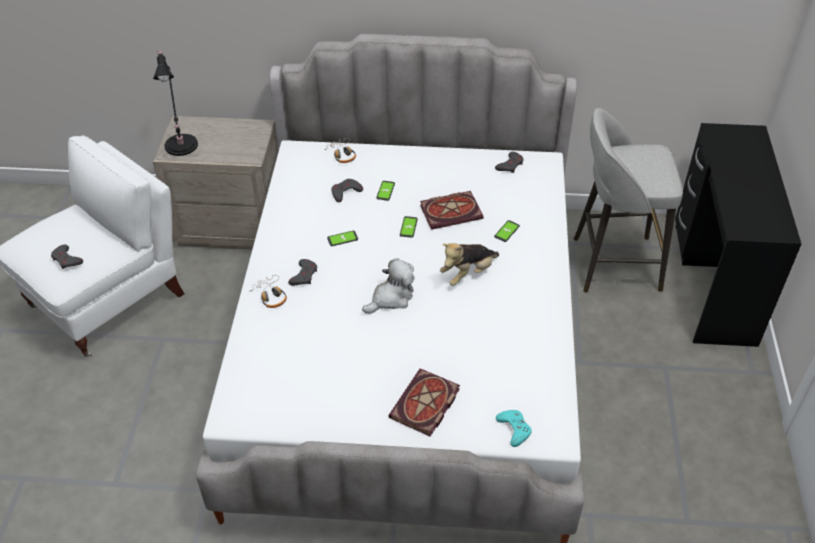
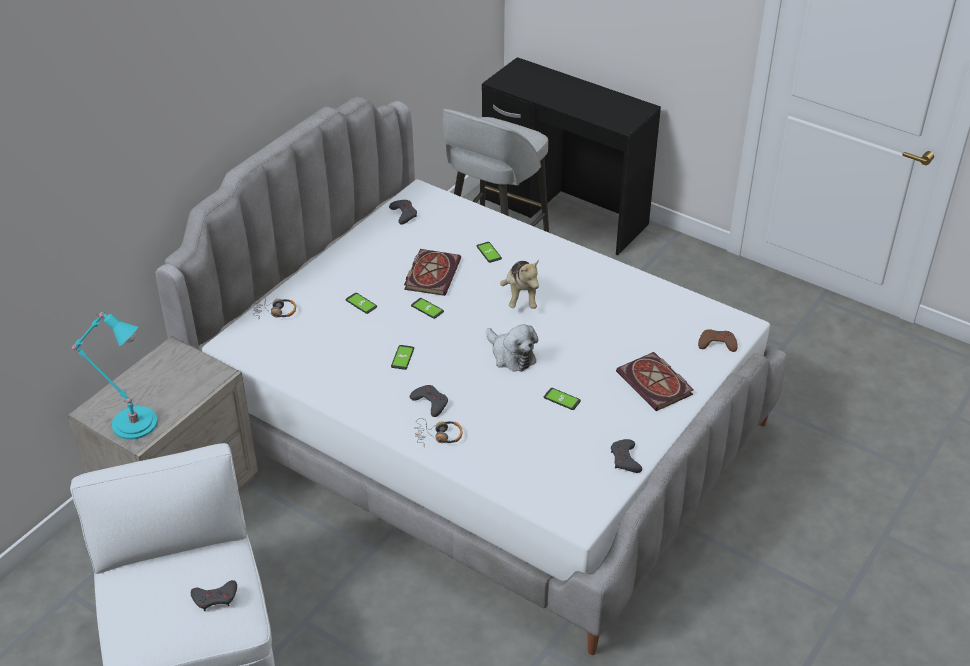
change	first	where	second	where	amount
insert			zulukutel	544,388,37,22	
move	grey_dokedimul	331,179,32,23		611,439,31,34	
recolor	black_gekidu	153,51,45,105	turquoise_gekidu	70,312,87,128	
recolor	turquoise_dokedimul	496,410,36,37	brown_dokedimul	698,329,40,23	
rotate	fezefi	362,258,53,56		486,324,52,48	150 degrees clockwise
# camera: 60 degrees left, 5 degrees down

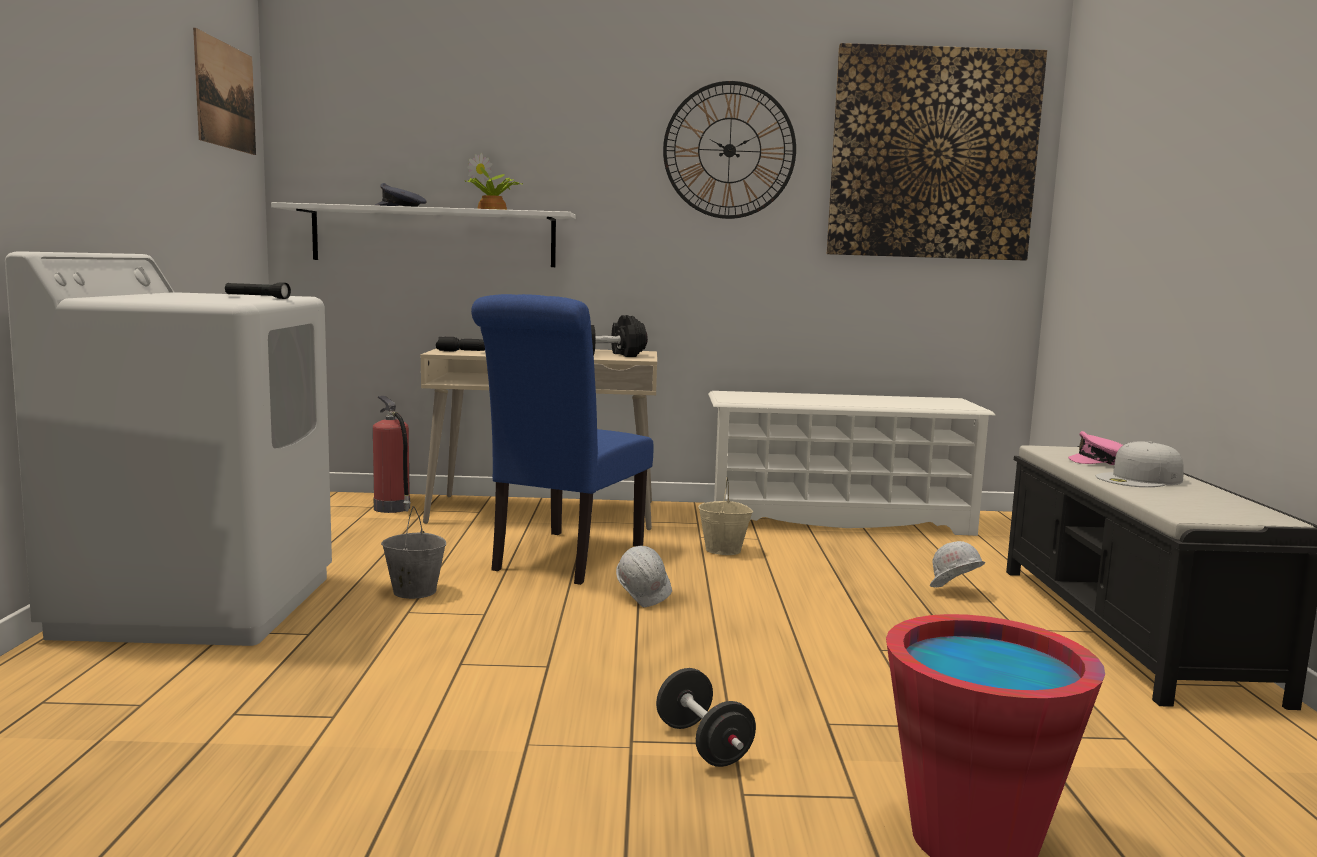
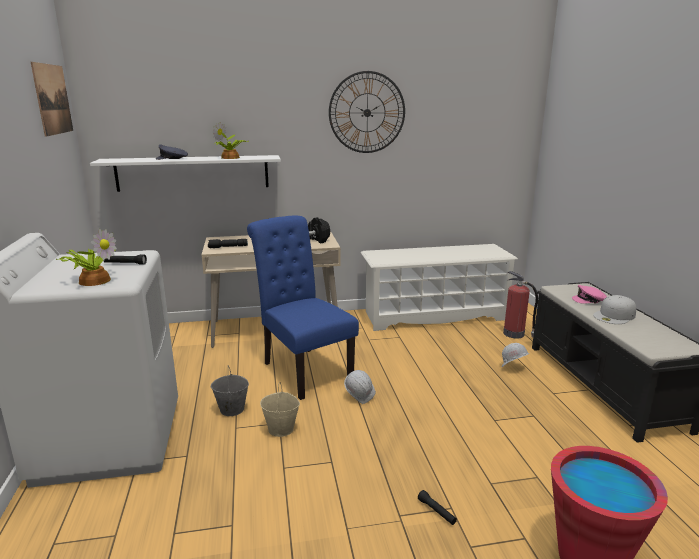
change	first	where	second	where	amount
delete	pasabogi	827,43,220,218			
insert			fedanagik	55,229,62,57	
move	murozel	373,396,38,117		503,271,35,68	
move	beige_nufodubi	698,477,55,78		260,382,40,55	
replace	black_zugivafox	656,668,100,99	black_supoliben	418,490,39,35	
rotate	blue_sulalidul	471,294,182,291		247,216,112,184	135 degrees clockwise
# camera: 10 degrees left, 10 degrees up

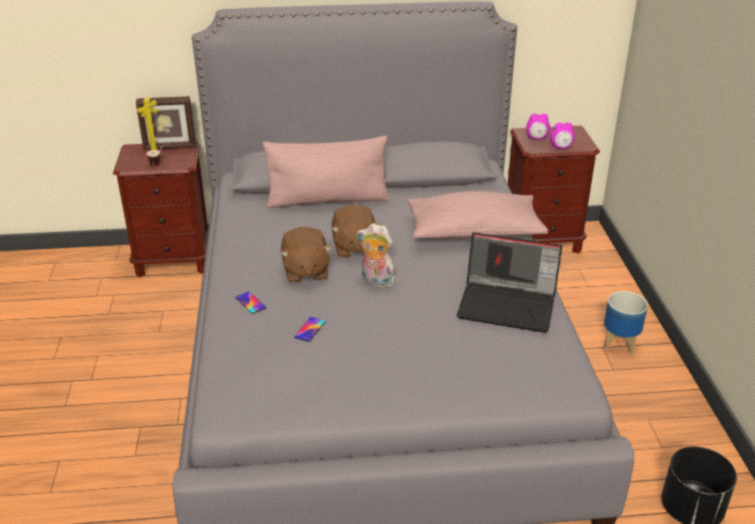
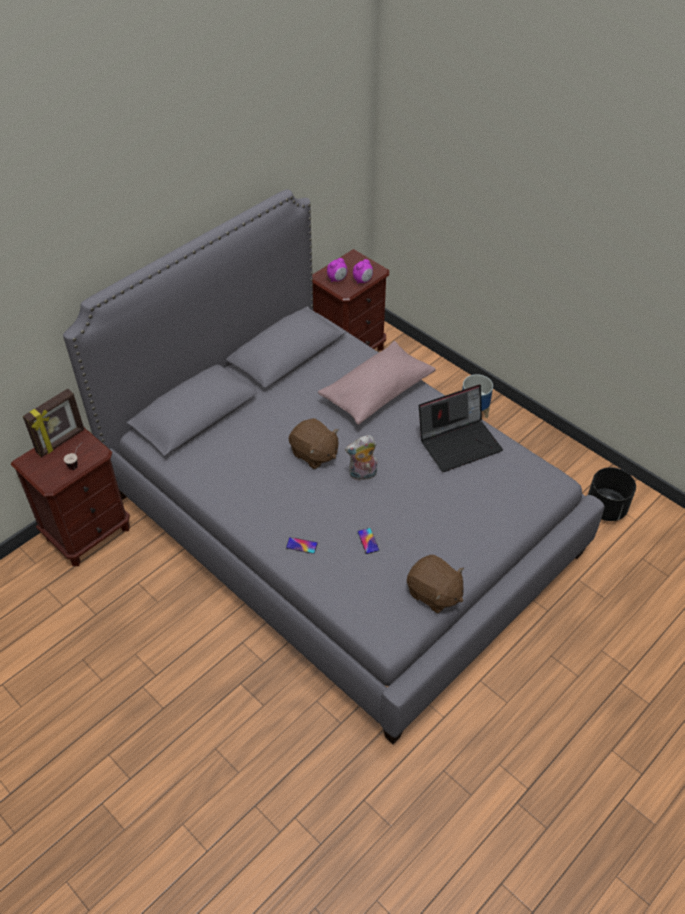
change	first	where	second	where	amount
delete	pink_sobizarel	263,136,127,72			
move	brown_fezefi	280,227,52,56		407,555,57,58	
# camera: 40 degrees left, 15 degrees up

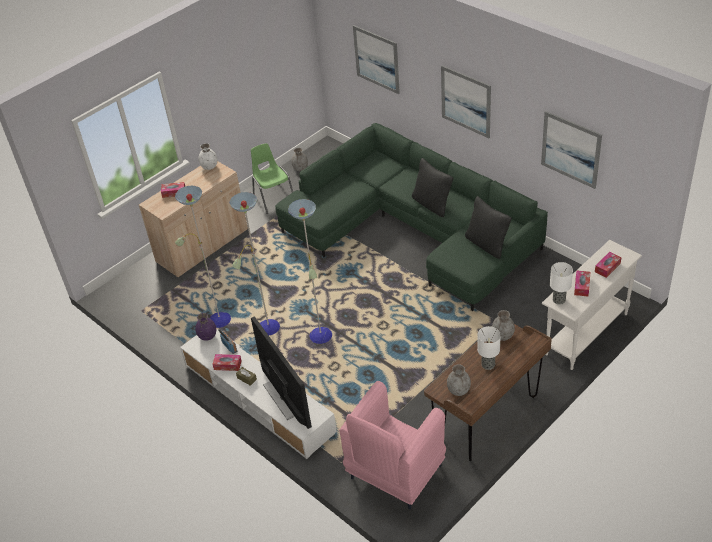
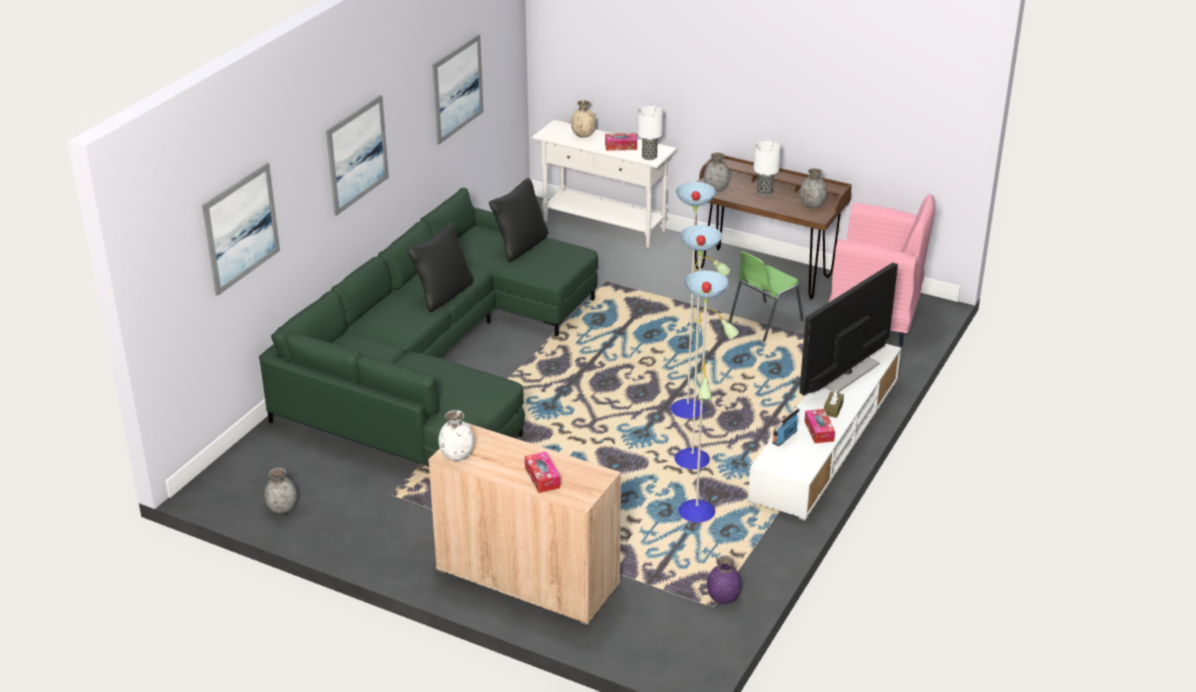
change	first	where	second	where	amount
move	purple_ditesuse	195,313,21,28		707,556,34,48	
move	green_sulalidul	251,143,42,71		729,251,75,91	
replace	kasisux	595,252,26,26	beige_ditesuse	571,100,25,38	
# camera: 110 degrees left, 10 degrees down

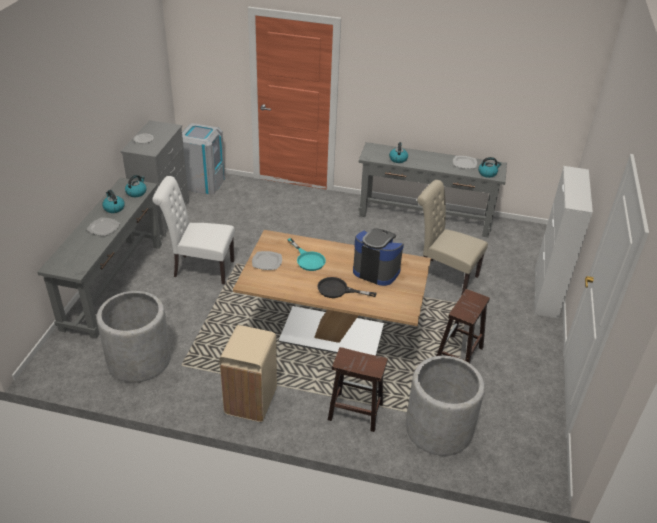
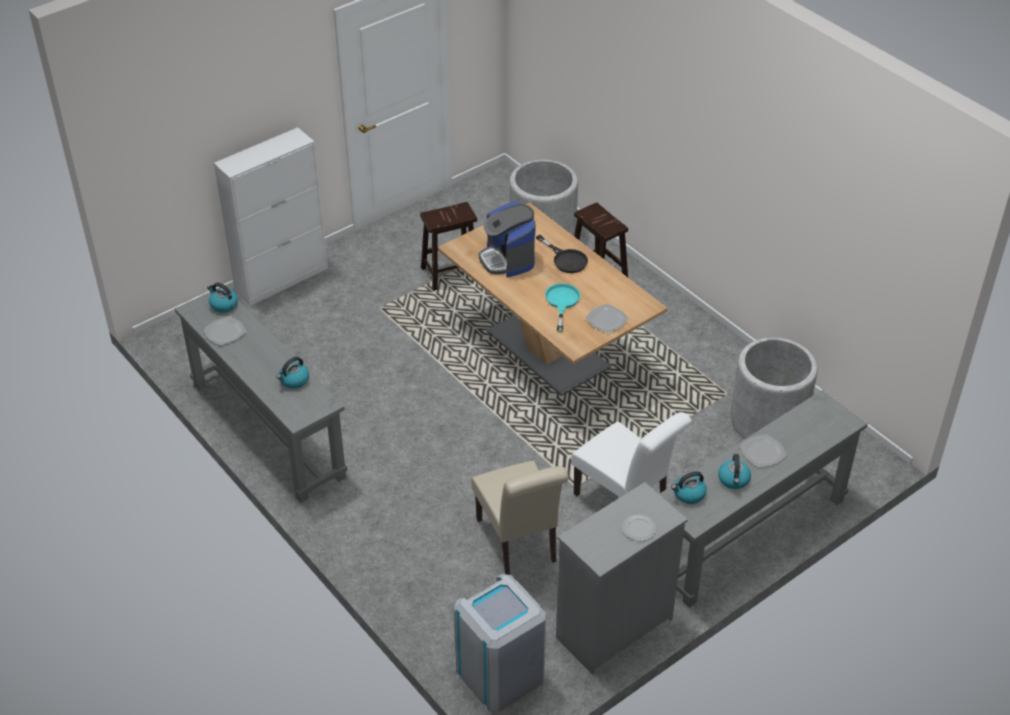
change	first	where	second	where	amount
delete	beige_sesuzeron	219,325,58,97			
move	beige_sulalidul	417,180,71,116		471,461,98,114	
# camera: 140 degrees left, 5 degrees up

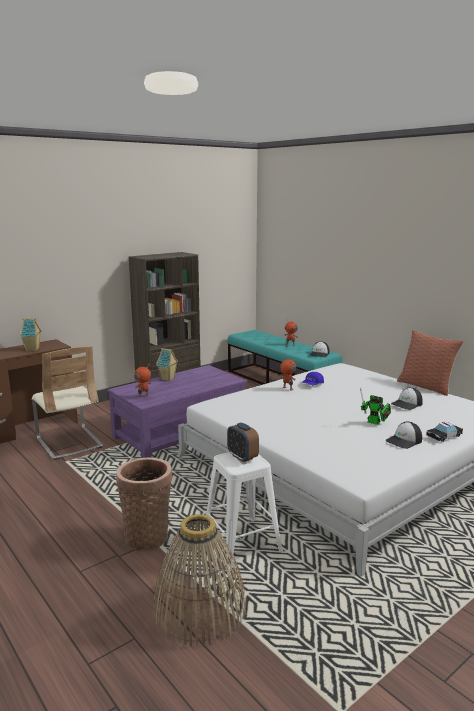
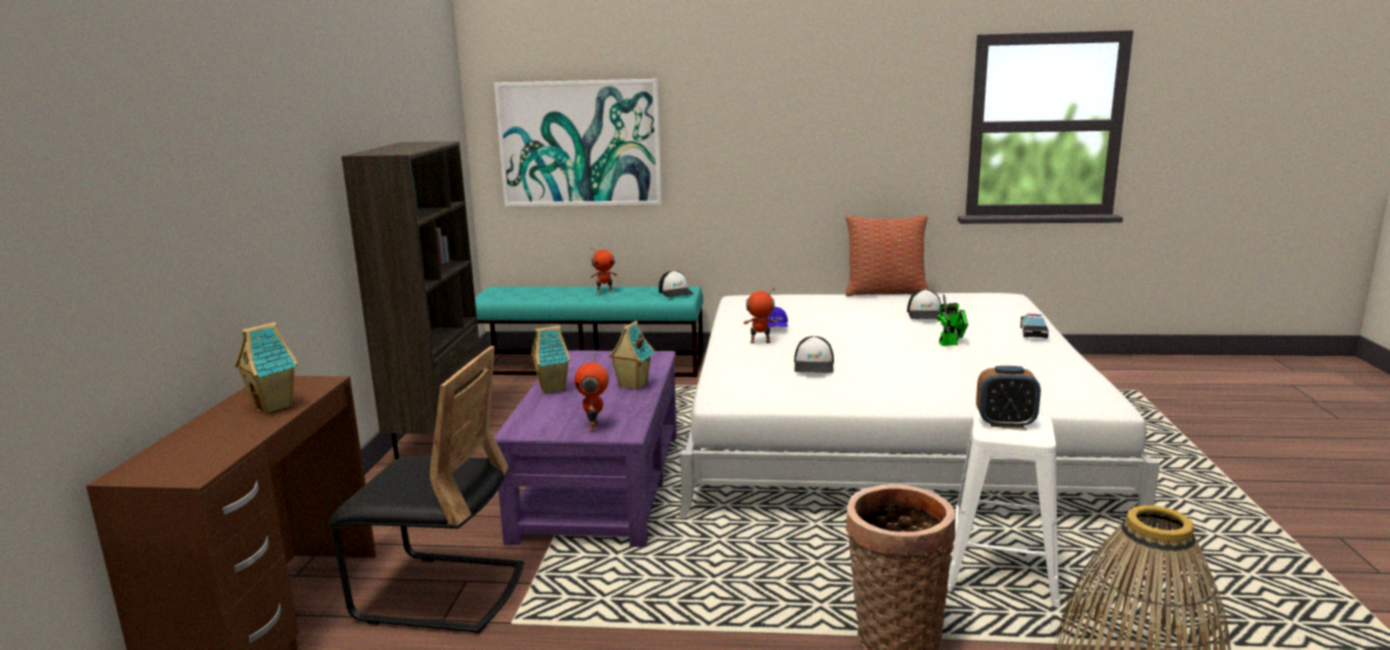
change	first	where	second	where	amount
insert			pasabogi	494,79,168,127	
insert			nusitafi	608,321,46,69	
move	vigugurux	386,421,36,28		794,336,40,37	
recolor	beige_sulalidul	32,346,71,114	black_sulalidul	329,346,195,288	
# camera: 45 degrees left, 0 degrees up

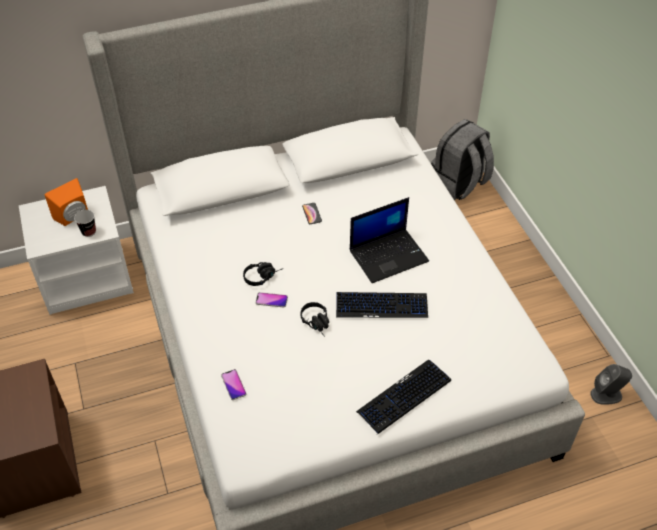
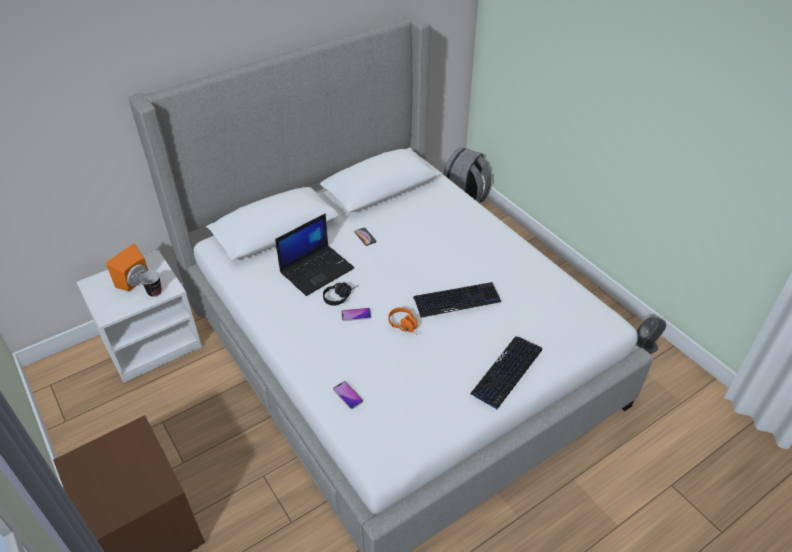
change	first	where	second	where	amount
move	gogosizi	350,197,79,86		275,213,79,83	
recolor	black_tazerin	301,302,28,35	orange_tazerin	388,307,30,28	
# camera: 15 degrees left, 5 degrees down

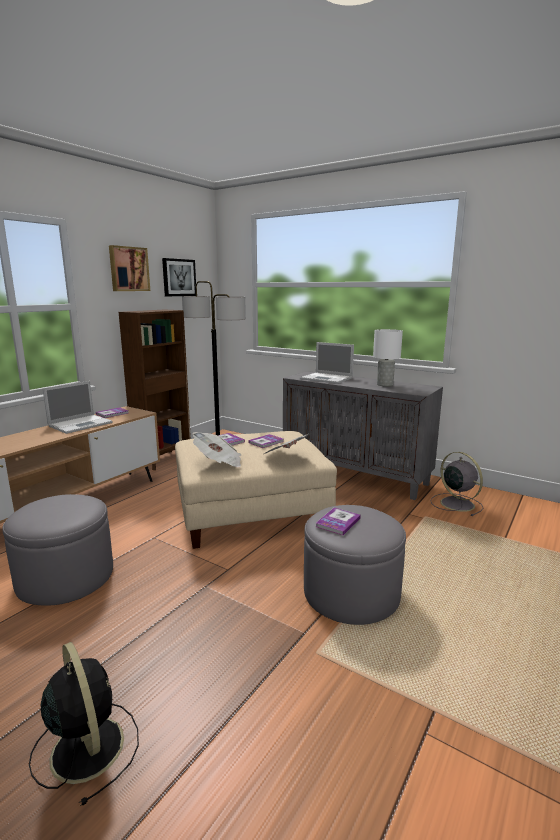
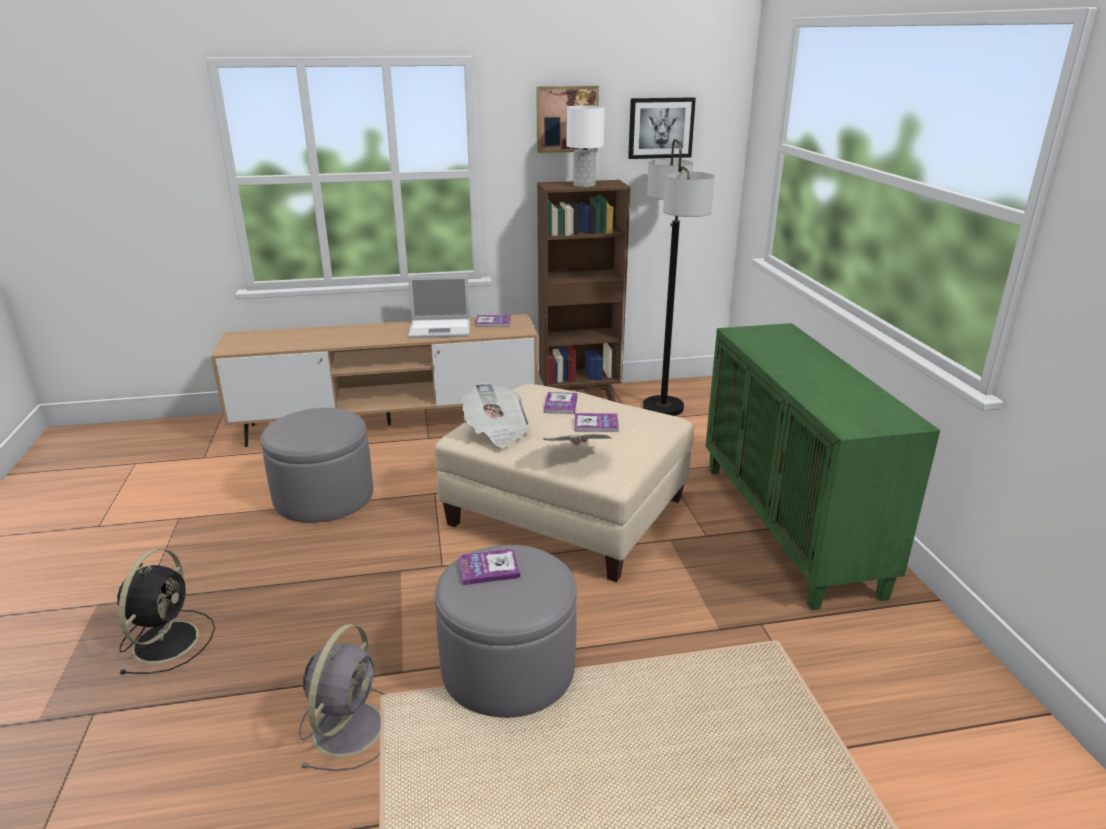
change	first	where	second	where	amount
delete	gogosizi	300,342,54,42			
move	white_gekidu	373,329,30,57		566,105,39,83	
move	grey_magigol	431,452,53,64		299,624,87,147	
recolor	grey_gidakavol	283,371,160,129	green_gidakavol	705,323,235,287	
# camera: 45 degrees right, 10 degrees up

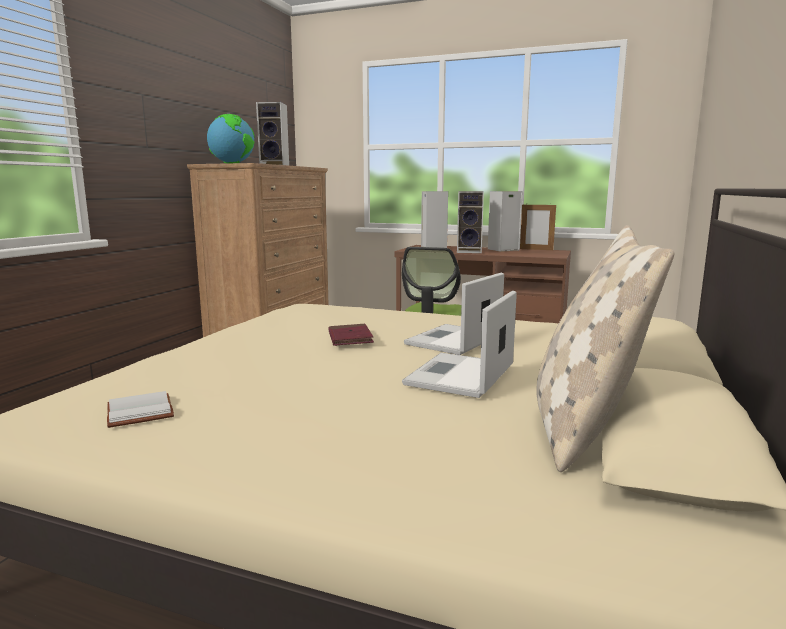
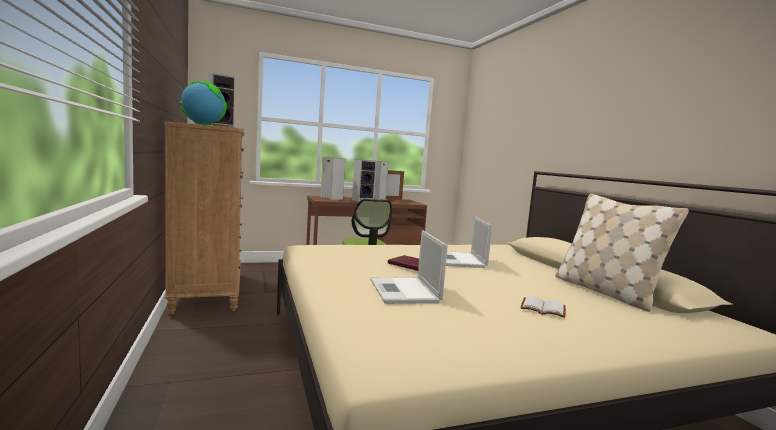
change	first	where	second	where	amount
move	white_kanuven	107,391,67,37		520,296,46,22	
move	gogosizi	402,291,115,107		370,230,78,74	
# camera: 40 degrees left, 5 degrees down

